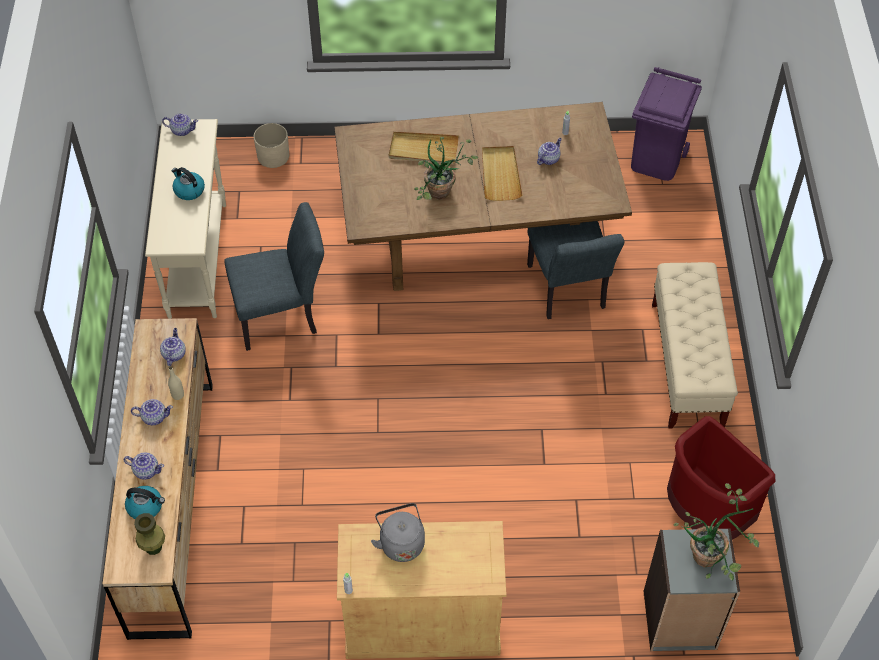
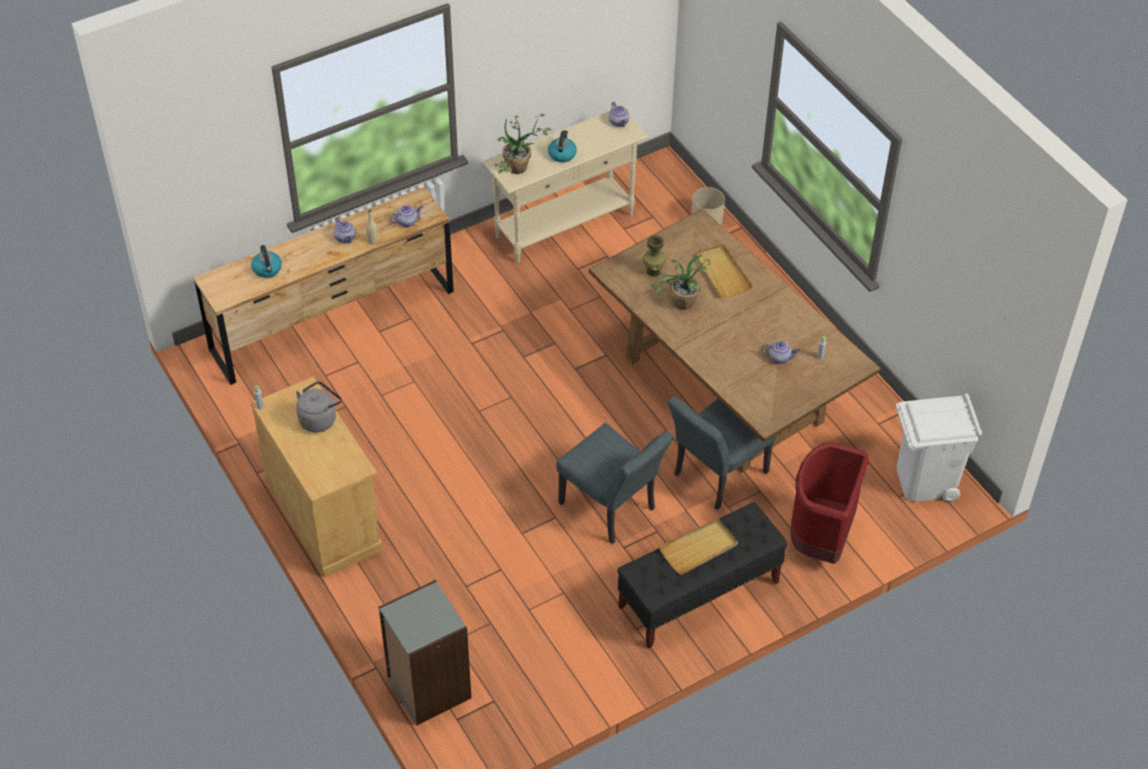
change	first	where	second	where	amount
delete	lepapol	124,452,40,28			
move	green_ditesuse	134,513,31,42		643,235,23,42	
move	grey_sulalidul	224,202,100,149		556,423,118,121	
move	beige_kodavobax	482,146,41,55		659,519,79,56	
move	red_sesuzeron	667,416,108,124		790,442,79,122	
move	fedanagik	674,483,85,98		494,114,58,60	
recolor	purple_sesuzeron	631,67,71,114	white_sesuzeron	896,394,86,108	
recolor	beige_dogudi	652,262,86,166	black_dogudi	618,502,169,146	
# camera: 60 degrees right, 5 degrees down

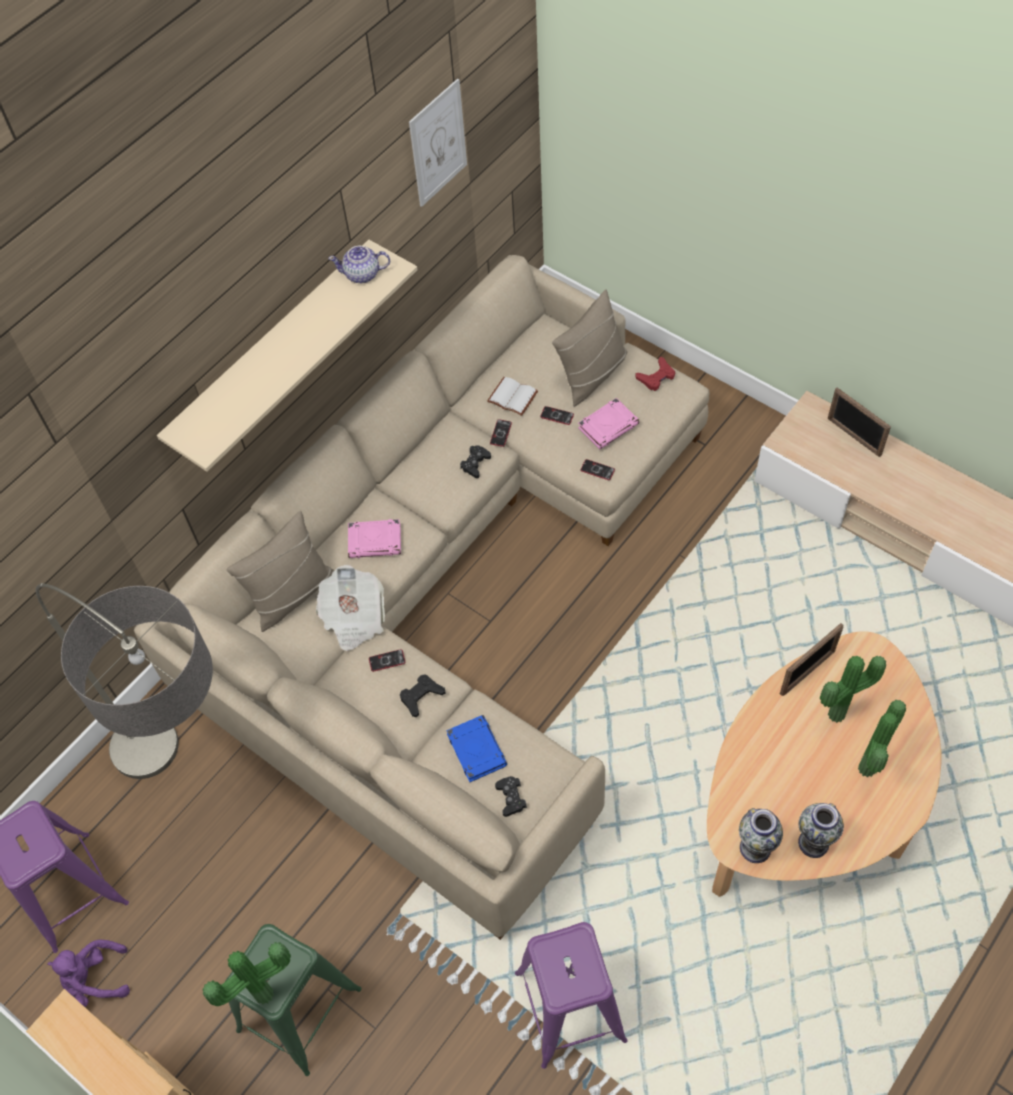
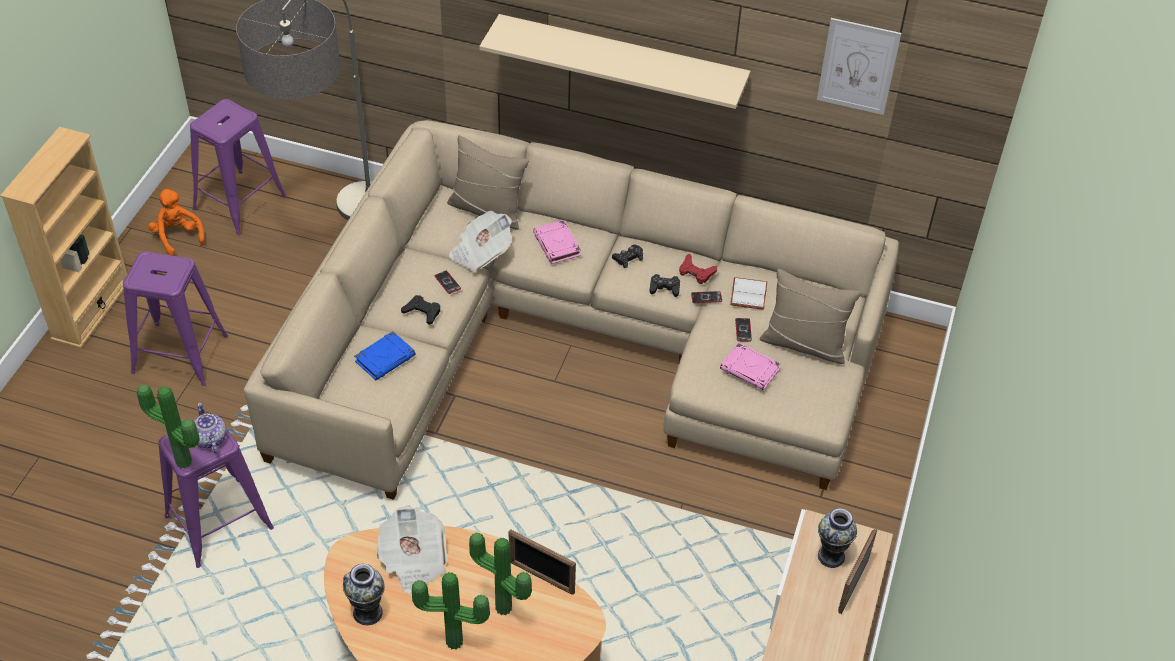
change	first	where	second	where	amount
delete	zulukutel	580,459,35,21			
insert			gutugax	376,506,71,88	
move	fedanagik	202,942,89,64		137,384,62,84	
move	lepapol	328,246,62,37		193,403,33,50	
move	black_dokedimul	495,776,32,41		612,245,31,24	
move	red_dokedimul	635,356,40,35		679,254,38,30	
move	ditesuse	739,808,44,55		818,508,39,60	
recolor	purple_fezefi	48,940,82,67	orange_fezefi	148,189,57,67	
recolor	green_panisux	226,924,136,152	purple_panisux	123,251,105,135	
# camera: 65 degrees right, 10 degrees down

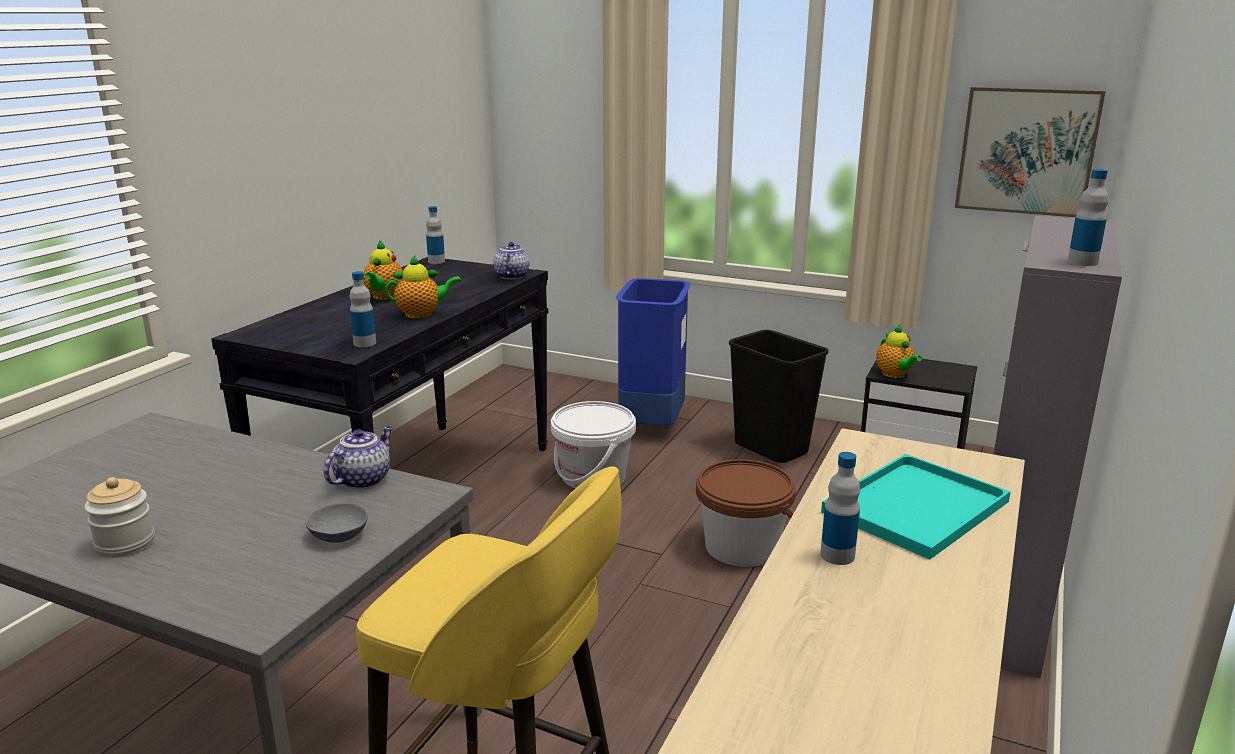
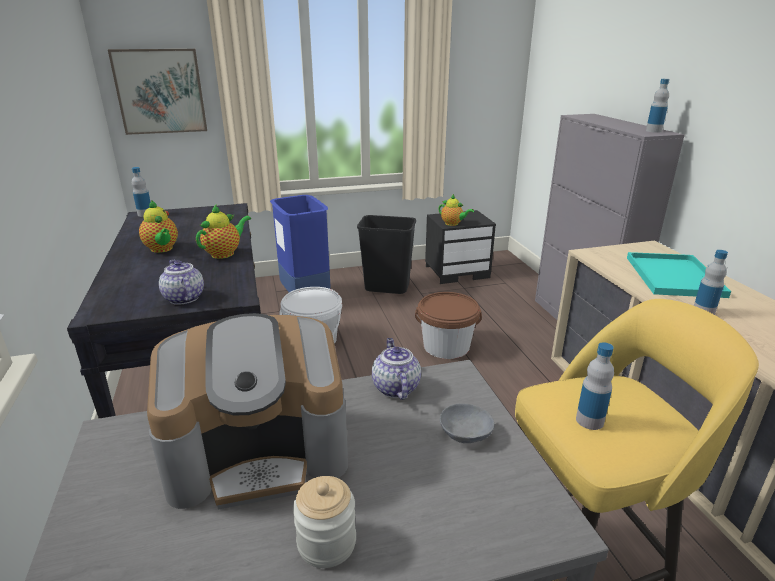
change	first	where	second	where	amount
insert			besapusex	147,313,201,197	
move	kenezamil	350,271,26,76		576,342,38,88	
move	lepapol	494,242,35,37		159,259,45,46	
move	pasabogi	955,87,151,130		108,49,99,86	
# camera: 40 degrees left, 5 degrees up

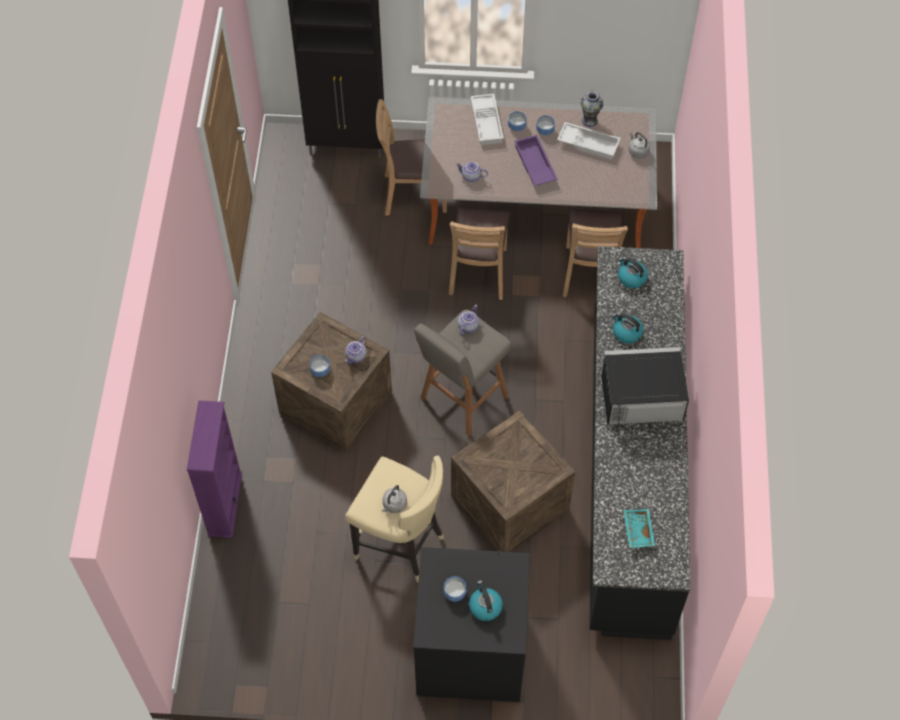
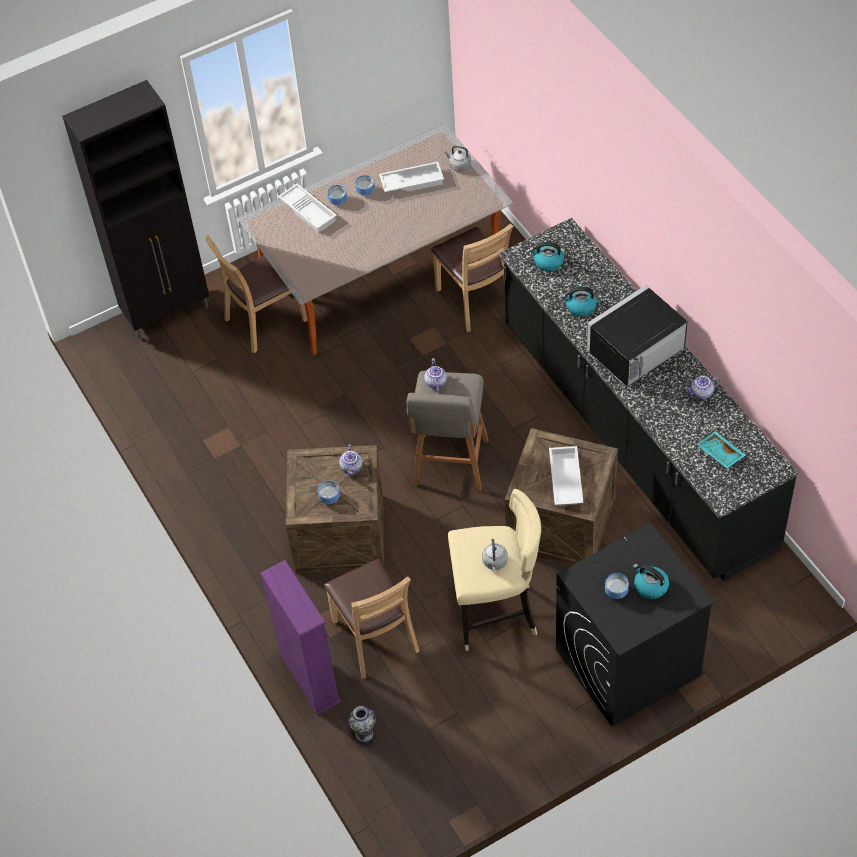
change	first	where	second	where	amount
delete	purple_kodavobax	514,135,44,51			
insert			white_kodavobax	549,446,34,59	
move	brown_sulalidul	449,207,61,93		324,559,95,120	
move	lepapol	456,162,32,20		685,376,35,23	
move	ditesuse	581,91,22,36		348,706,28,37	
# camera: 30 degrees left, 5 degrees down

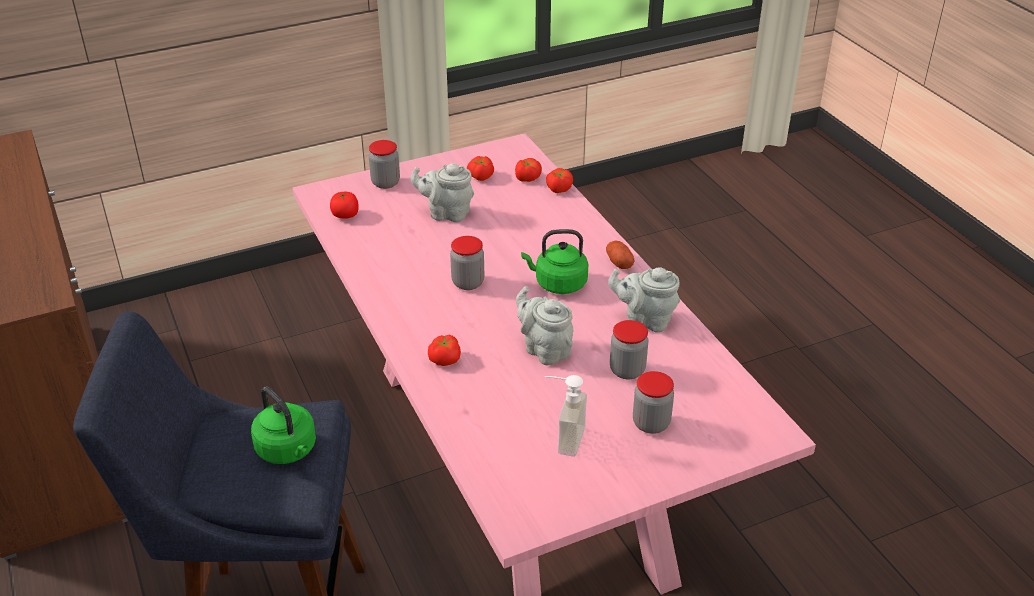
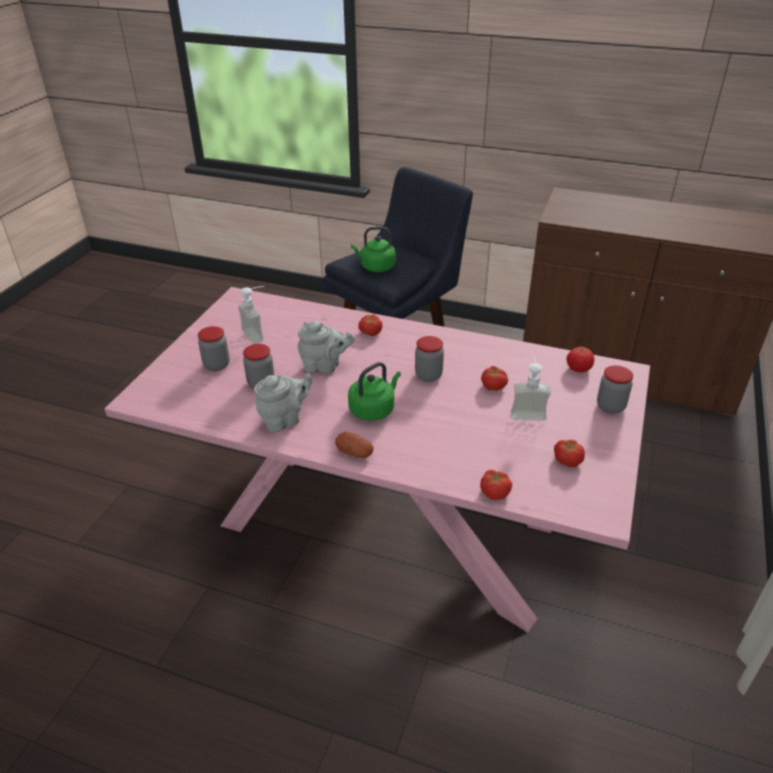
change	first	where	second	where	amount
move	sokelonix	515,158,27,24		481,366,27,25	
replace	grey_lepapol	410,163,64,59	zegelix	511,354,40,67	
# camera: 135 degrees right, 0 degrees up

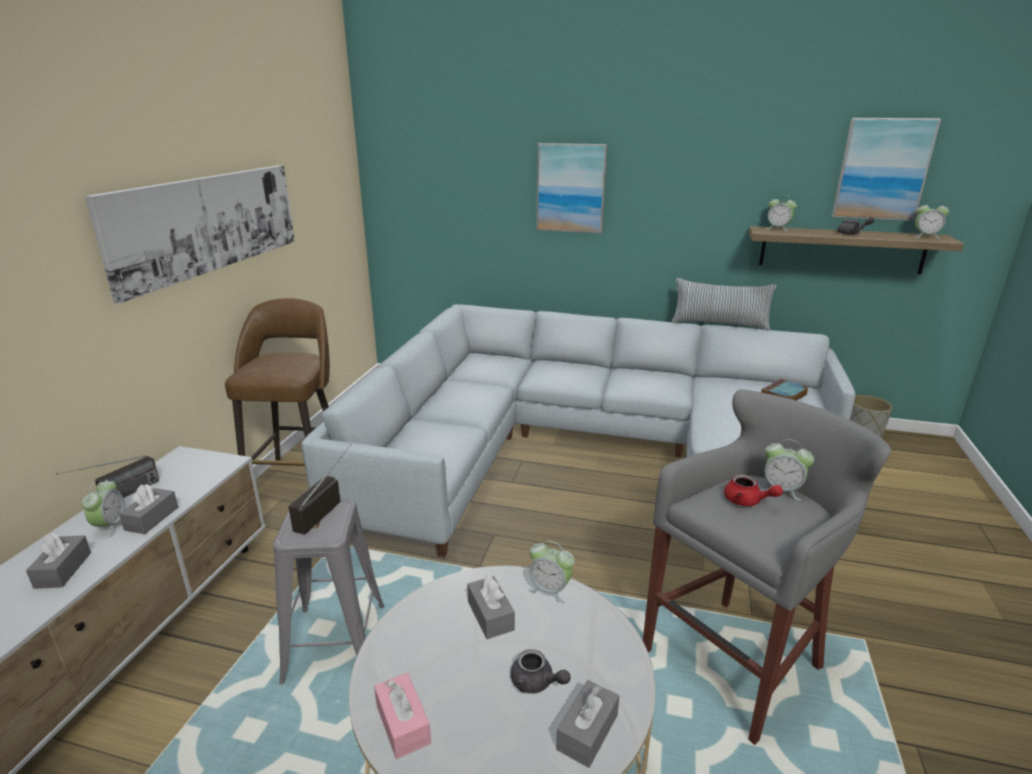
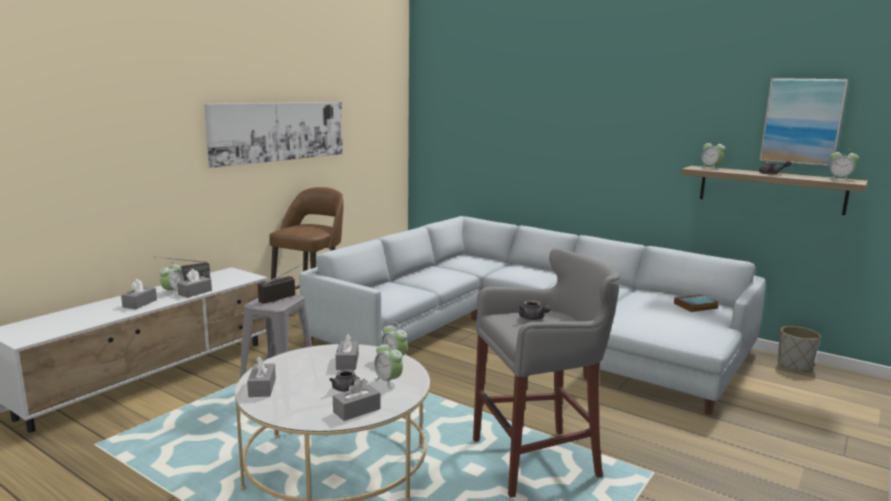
change	first	where	second	where	amount
delete	pasabogi	536,143,71,91			
delete	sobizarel	671,278,105,53			
move	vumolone	761,439,53,62		374,341,29,48	
recolor	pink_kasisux	374,673,57,86	grey_kasisux	247,356,29,41	
recolor	red_lepapol	724,474,59,32	grey_lepapol	519,300,32,20	
# camera: 20 degrees right, 10 degrees down

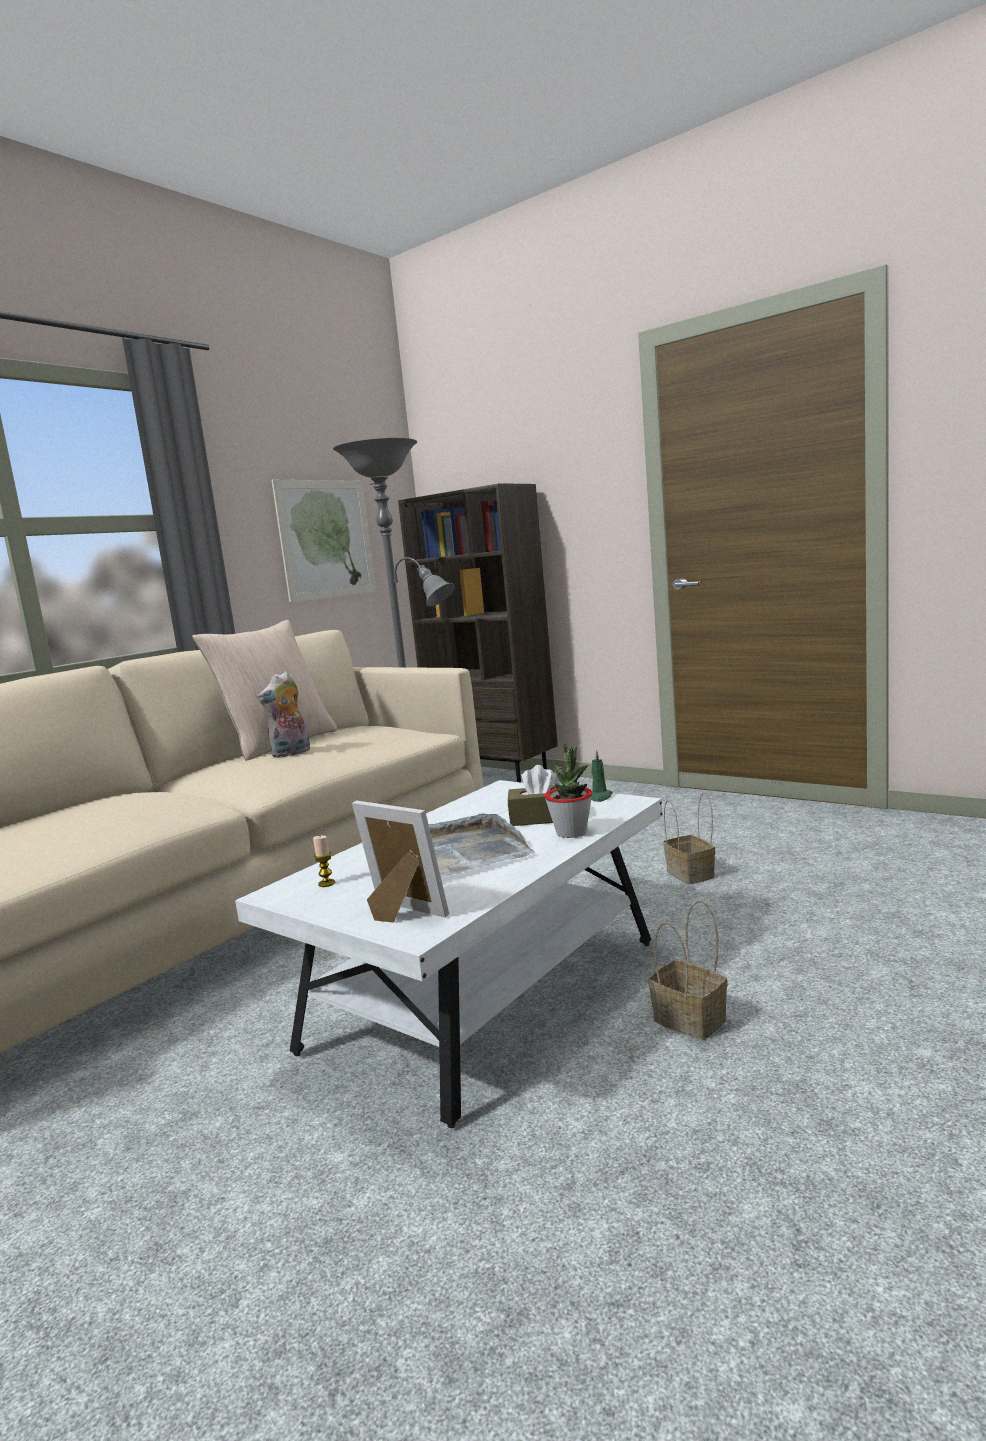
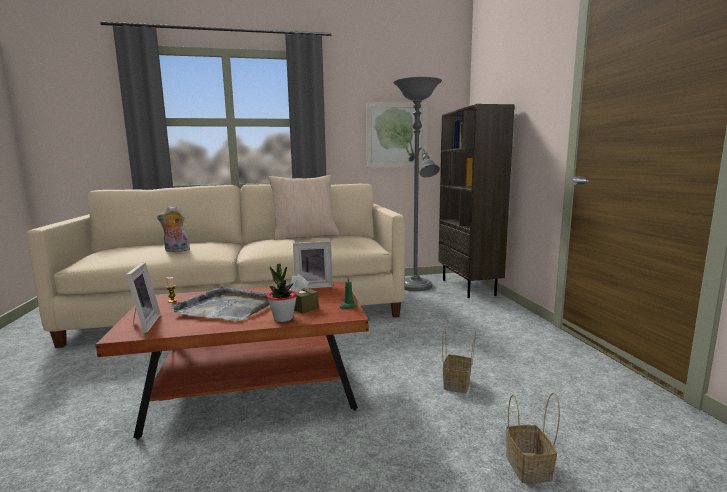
change	first	where	second	where	amount
insert			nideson	293,241,40,48	
move	fezefi	258,671,52,87		157,206,33,46	
move	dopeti	648,900,79,140		506,392,54,91	
recolor	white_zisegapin	235,780,428,348	brown_zisegapin	96,281,273,159	
# camera: 40 degrees right, 0 degrees up

